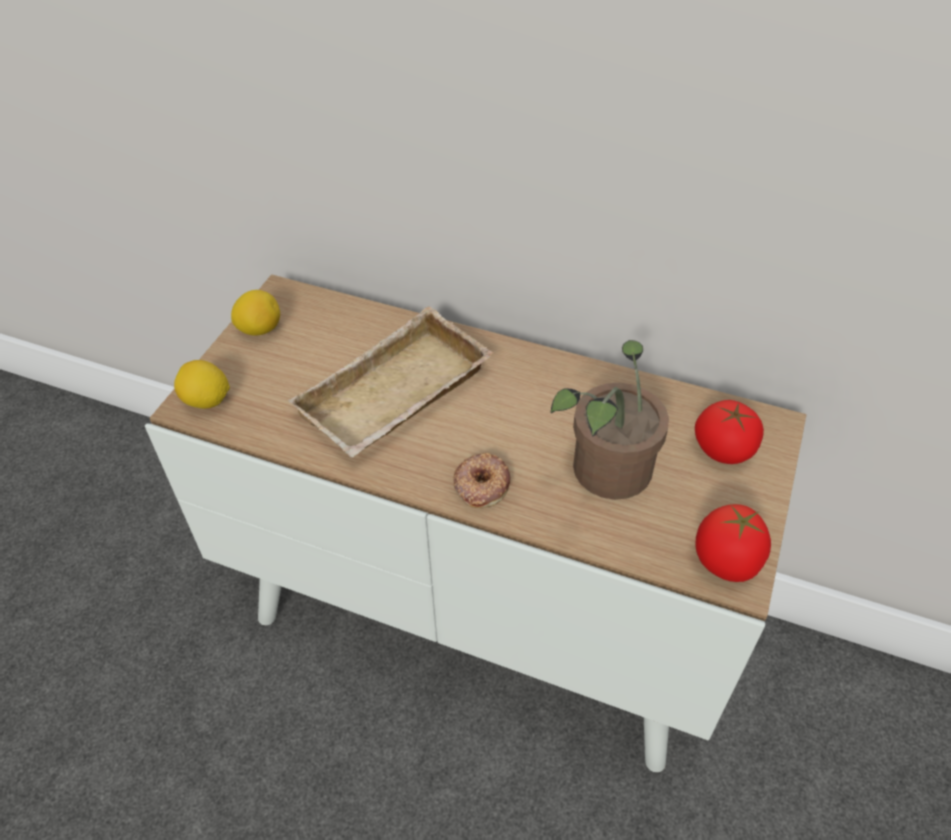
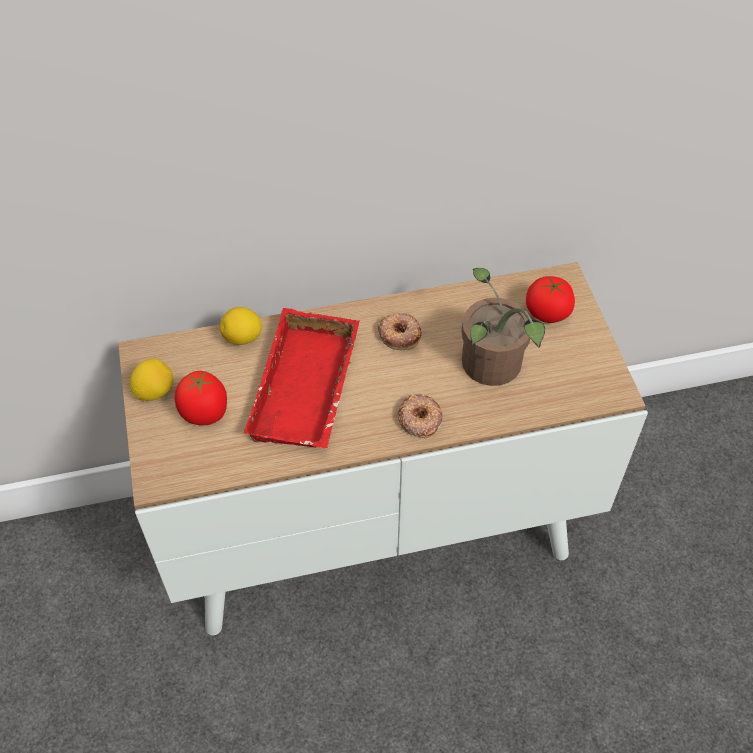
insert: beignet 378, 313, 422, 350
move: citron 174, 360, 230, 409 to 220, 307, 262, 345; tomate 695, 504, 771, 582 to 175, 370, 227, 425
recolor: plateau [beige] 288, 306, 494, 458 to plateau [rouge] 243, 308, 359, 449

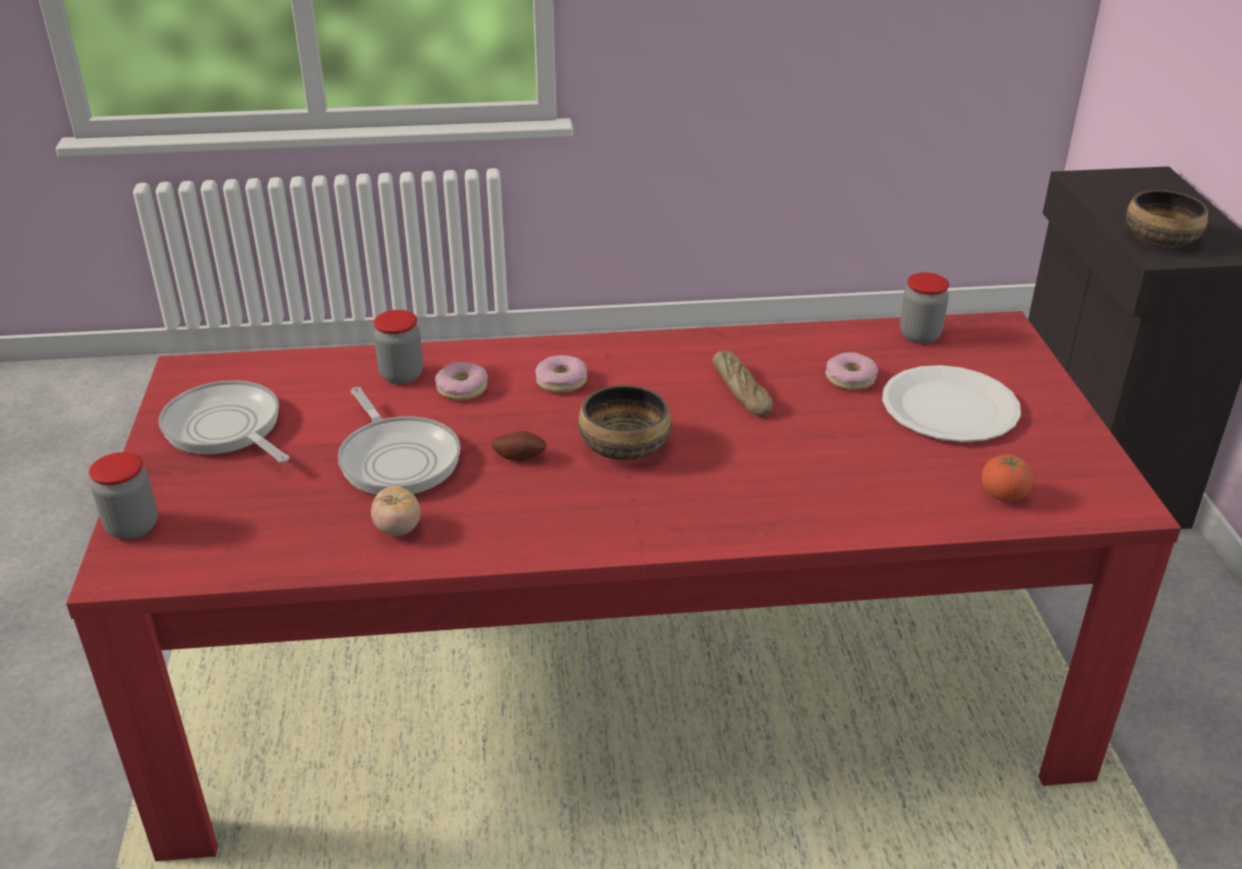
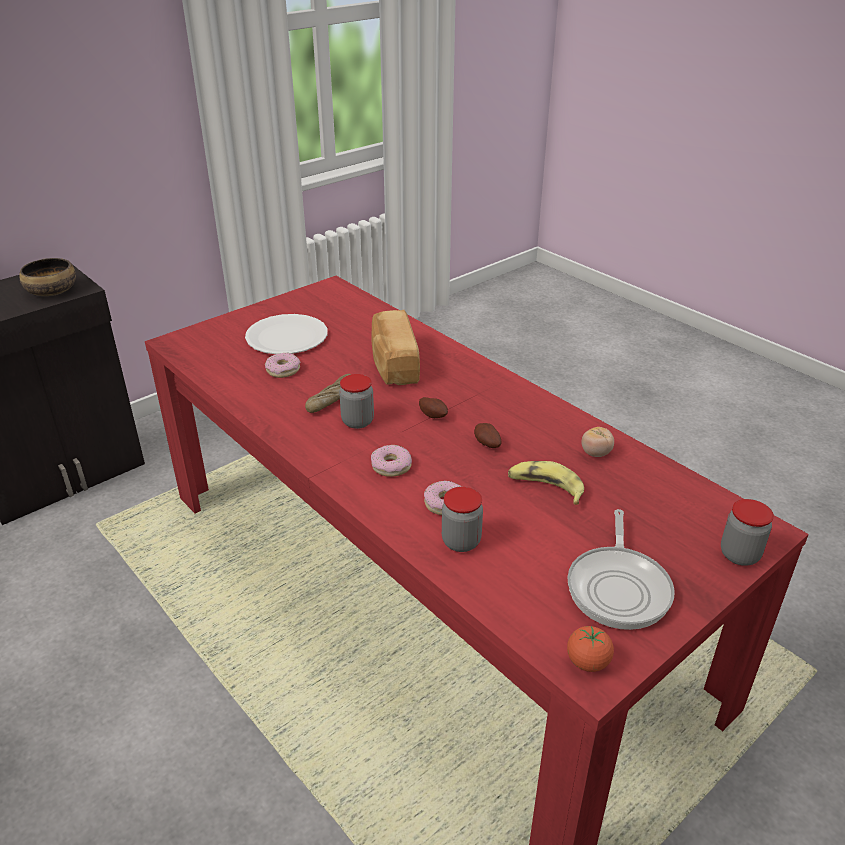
insert: pain 372, 310, 420, 385
move: bocal 900, 272, 949, 344 to 339, 374, 374, 429; tomate 981, 453, 1034, 502 to 567, 626, 614, 672
replace: poêle 338, 387, 460, 495 to banane 508, 461, 584, 505; bol 578, 385, 671, 461 to pomme de terre 419, 397, 448, 418

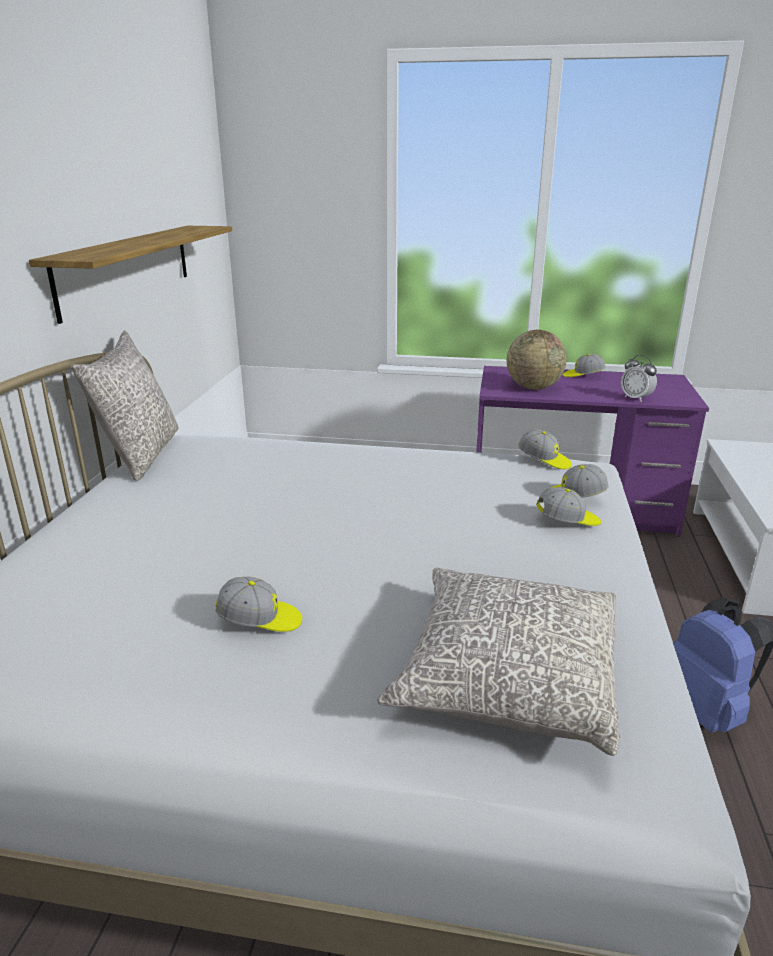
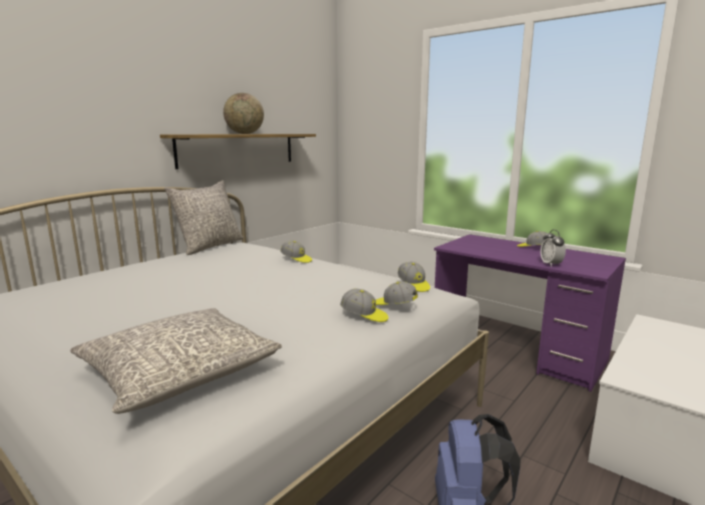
move: casquette 216, 577, 302, 632 to 280, 240, 312, 263; globe 507, 330, 567, 390 to 223, 93, 264, 134

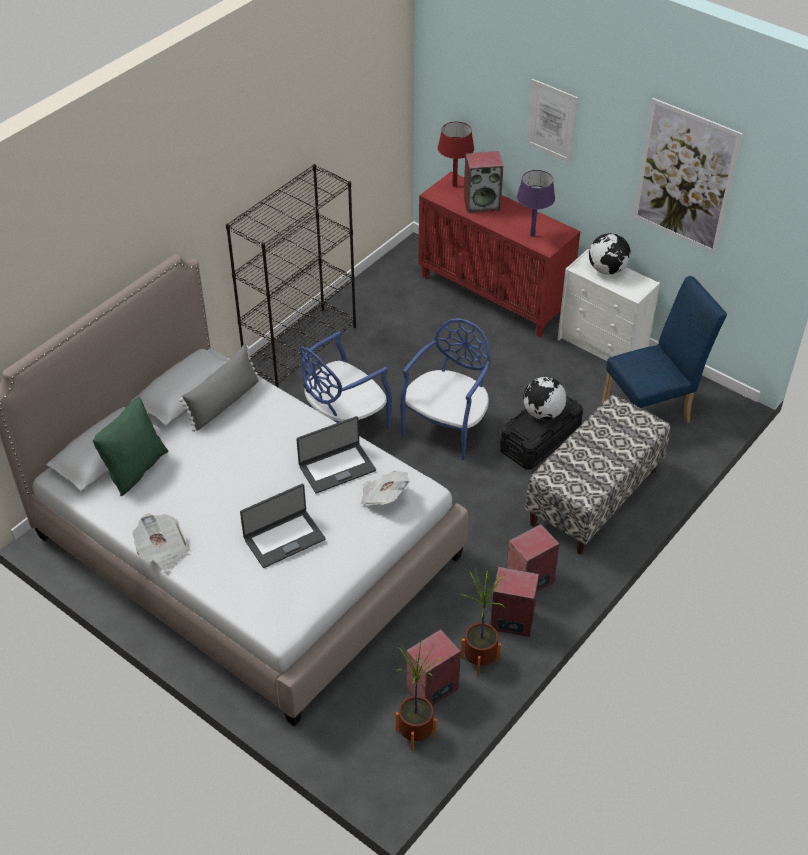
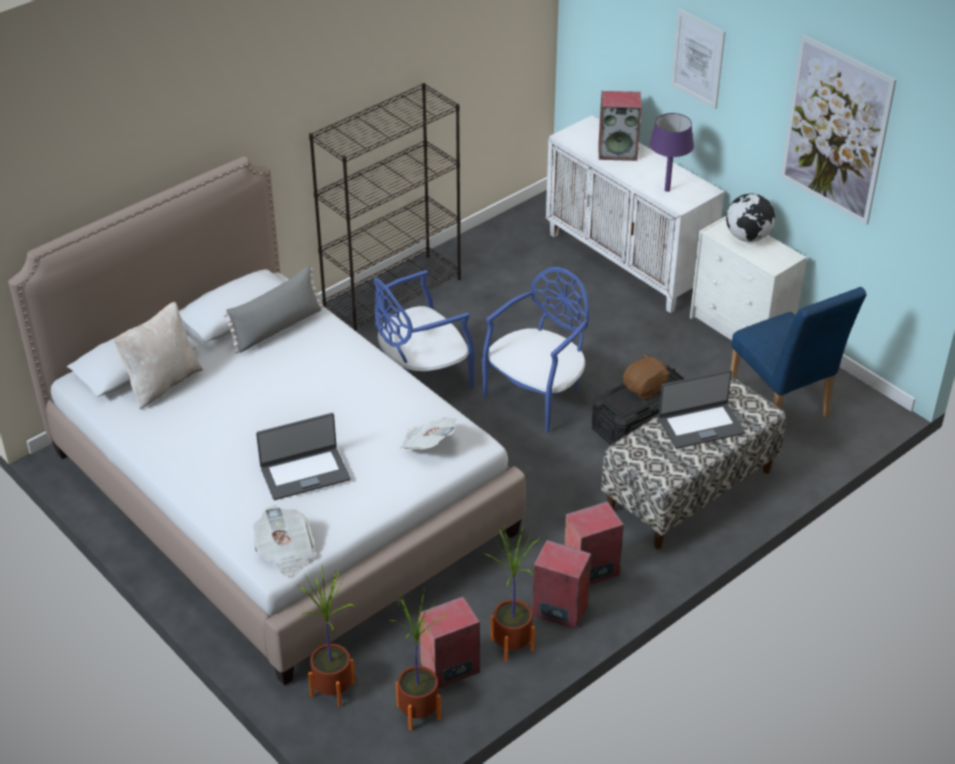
delete: lampe de table [rouge] 438, 122, 474, 187
insert: plante en pot 298, 566, 356, 707
move: journal 132, 513, 189, 572 to 253, 506, 315, 576; ordinateur portable 296, 416, 376, 493 to 658, 370, 745, 449
replace: globe 523, 377, 566, 420 to peluche [marron] 623, 353, 670, 401
recolor: coussin [vert] 92, 397, 168, 496 to coussin [beige] 113, 302, 203, 409; meuble de rangement [rouge] 419, 172, 580, 337 to meuble de rangement [blanc] 546, 115, 724, 313
rotate: chaise [bleu] 601, 276, 727, 423 = 730, 287, 867, 418 75 degrees clockwise

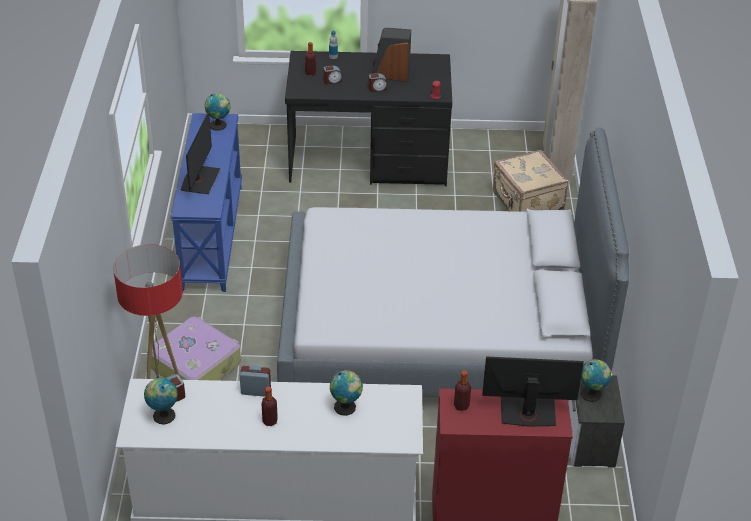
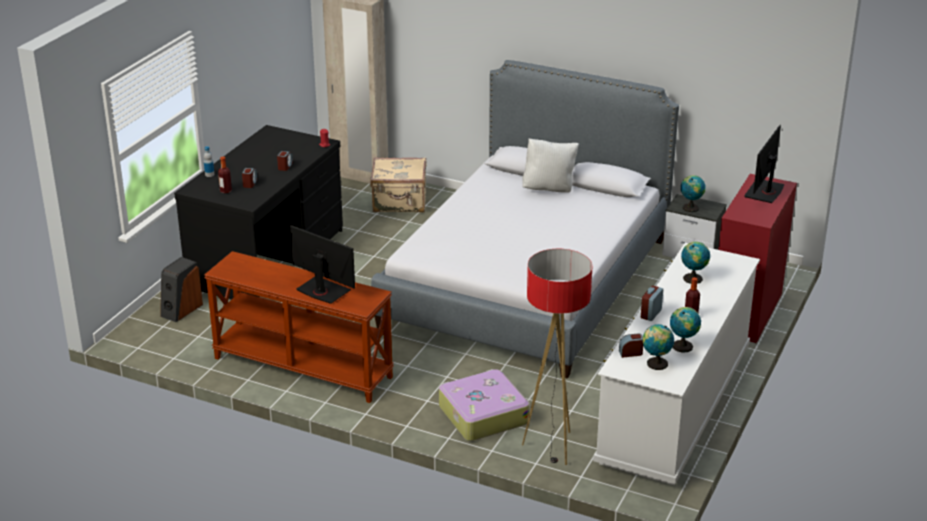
delete: bouteille 454, 370, 471, 411
insert: coussin [blanc] 522, 138, 579, 193
move: globe 205, 93, 230, 131 to 670, 307, 701, 353; enceinte 372, 28, 411, 82 to 160, 257, 203, 322
recolor: table console [bleu] 171, 113, 242, 292 to table console [marron] 204, 251, 394, 403

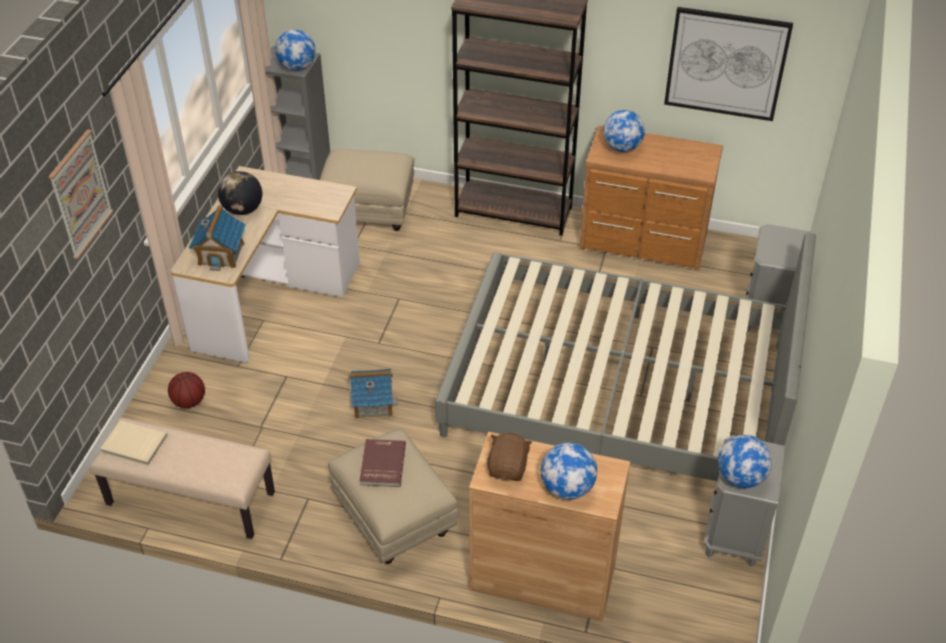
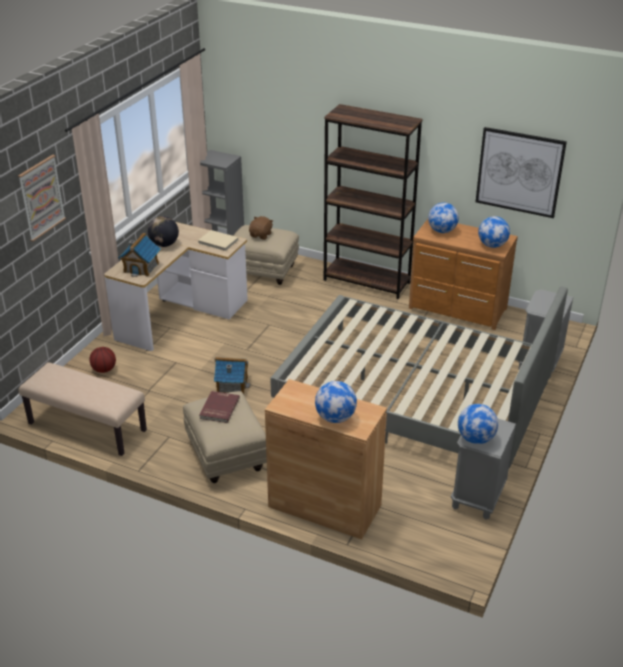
move: livre [beige] 100, 420, 168, 466 to 198, 230, 239, 251; globe 275, 29, 315, 71 to 478, 216, 510, 248; peluche [marron] 487, 433, 532, 481 to 249, 216, 273, 240

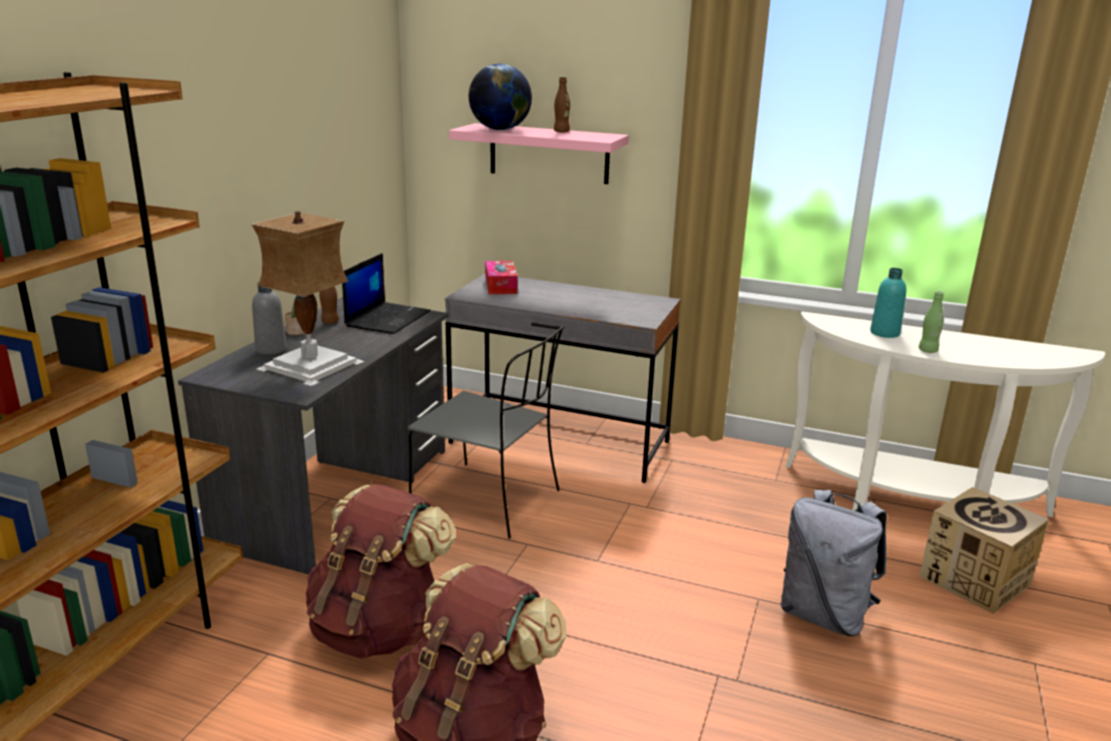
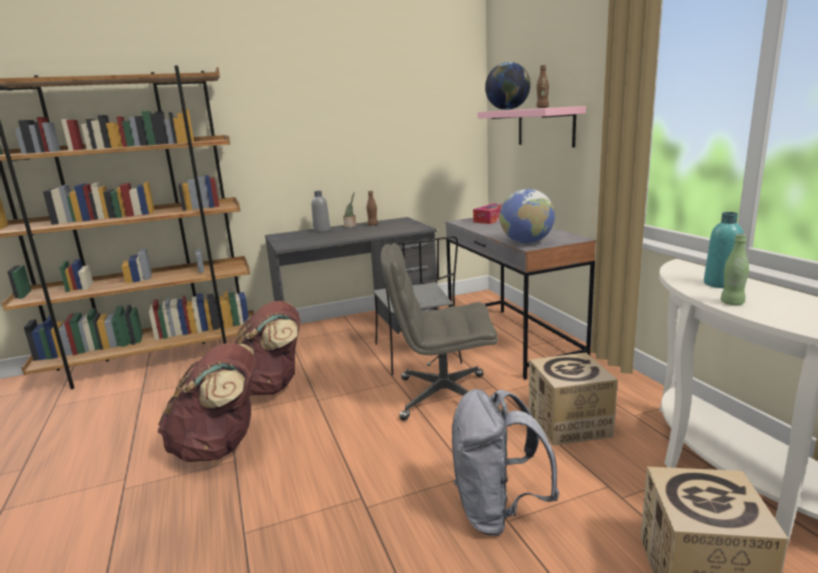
delete: lampe de table 251, 211, 364, 387; ordinateur portable 342, 253, 431, 334
insert: chaise de bureau [gris] 381, 243, 498, 421; globe 499, 189, 555, 244; carton 529, 353, 618, 446

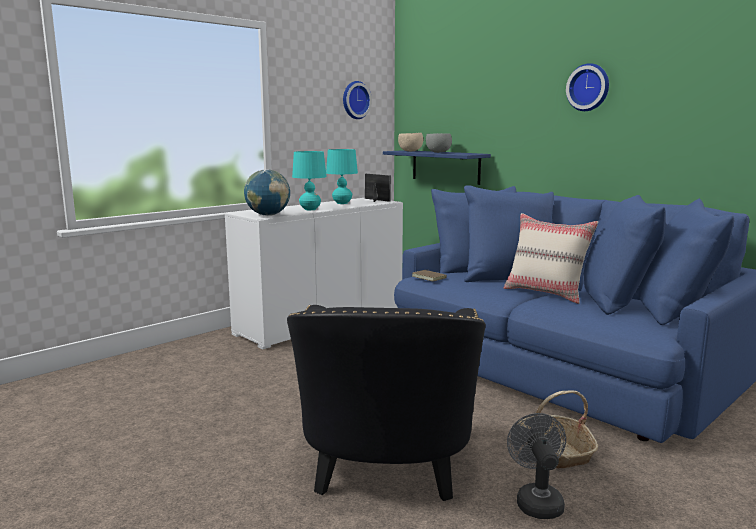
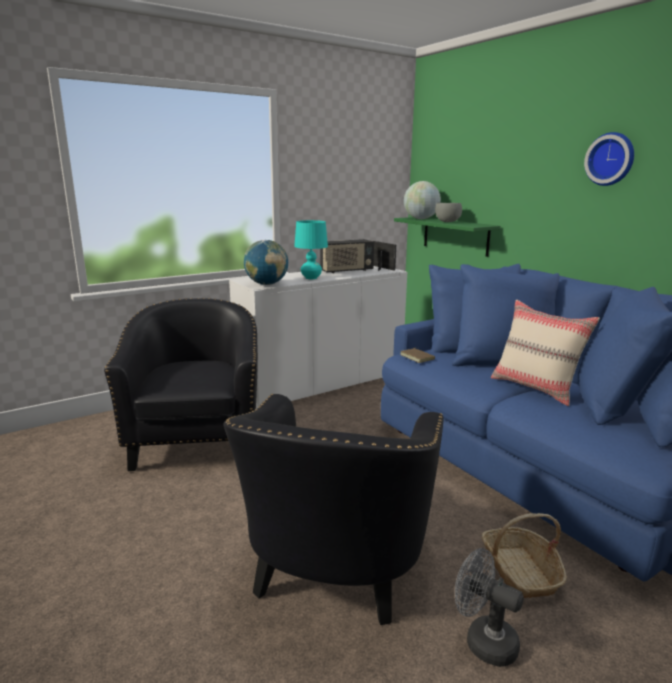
delete: horloge murale 343, 81, 372, 119
insert: fauteuil [noir] 104, 298, 258, 471
replace: lampe de table [turquoise] 326, 149, 358, 204 to radio 320, 239, 374, 273; bol [beige] 398, 133, 423, 151 to globe 404, 181, 441, 219
recolor: étagère [bleu] 383, 150, 491, 185 to étagère [vert] 394, 217, 501, 257
rotate: ventilateur [gris] 507, 413, 566, 519 = 455, 548, 524, 667 60 degrees counterclockwise

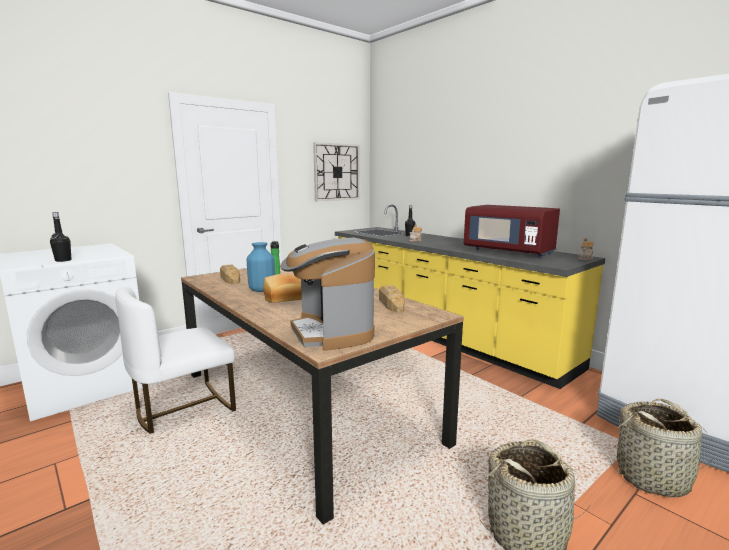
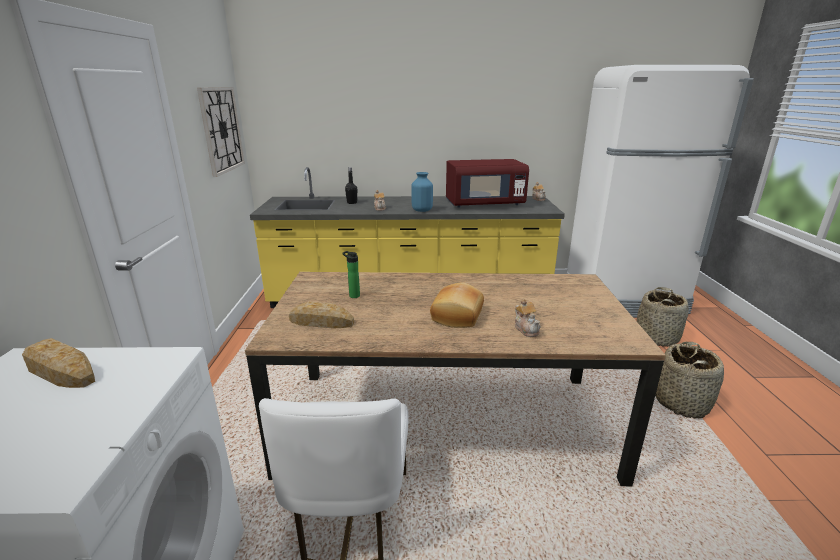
delete: bouteille [noir] 50, 212, 71, 262; machine à café 280, 238, 375, 351
insert: théière 515, 299, 541, 337
move: vase [bleu] 247, 242, 275, 292 to 411, 172, 433, 212; pain 379, 285, 404, 313 to 22, 338, 95, 388

